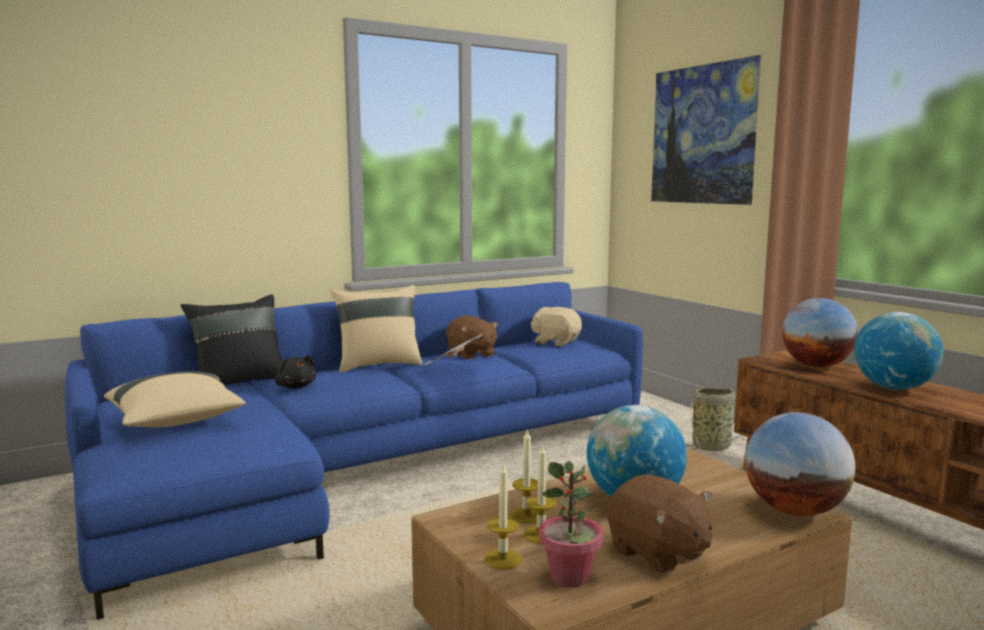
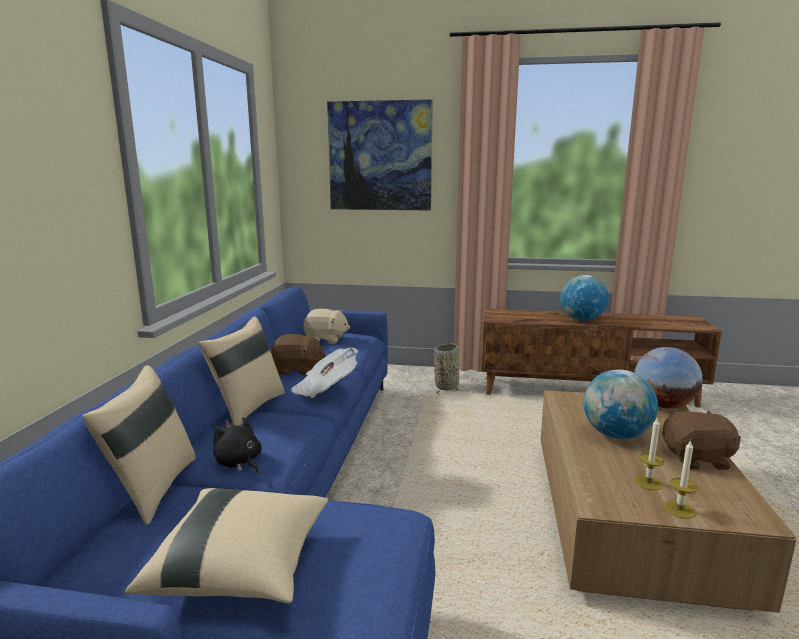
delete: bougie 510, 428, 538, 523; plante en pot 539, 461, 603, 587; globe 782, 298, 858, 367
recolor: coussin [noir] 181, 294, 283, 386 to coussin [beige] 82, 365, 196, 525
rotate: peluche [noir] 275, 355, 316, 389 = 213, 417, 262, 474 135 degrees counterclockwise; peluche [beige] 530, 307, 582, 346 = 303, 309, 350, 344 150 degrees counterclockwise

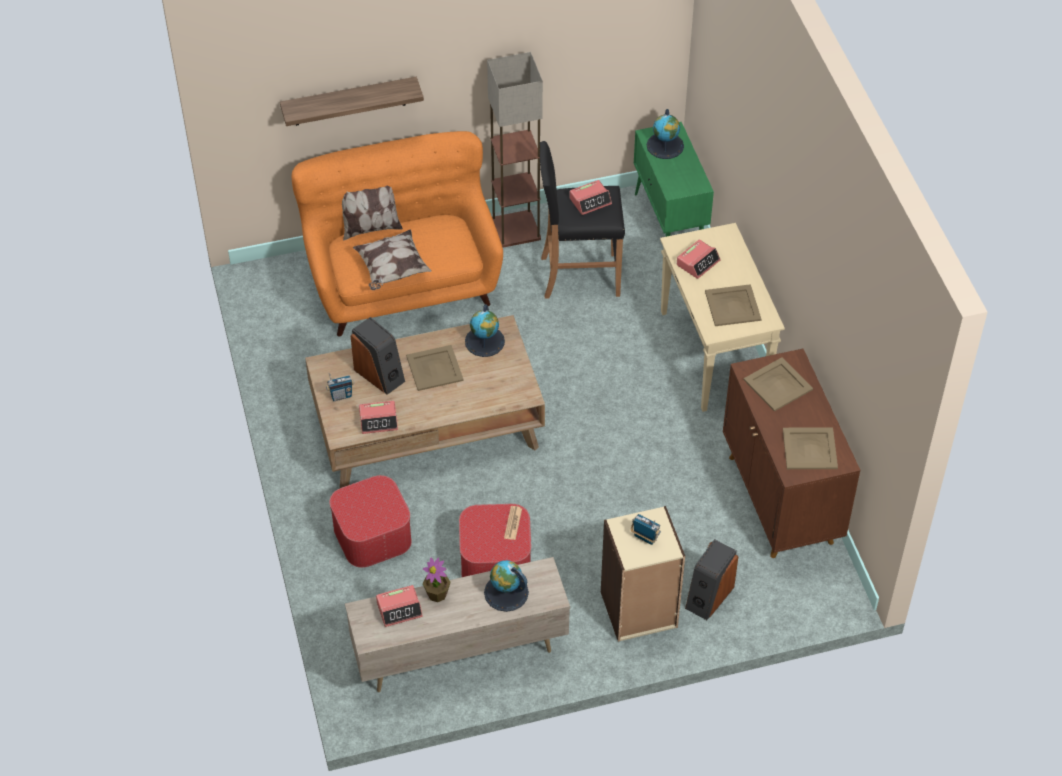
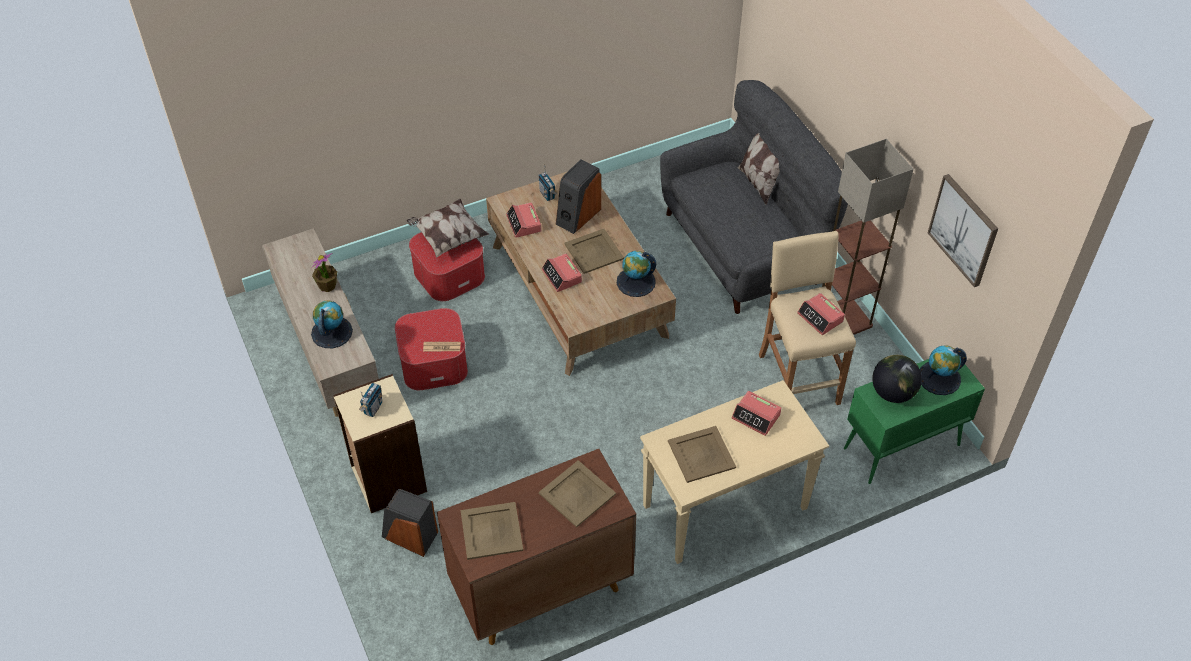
delete: étagère 280, 77, 424, 126
insert: globe 872, 355, 922, 403; tableau 928, 174, 998, 287
move: coussin 353, 229, 431, 290 to 407, 199, 489, 258; réveil 376, 585, 423, 627 to 542, 254, 582, 292
recolor: canapé [orange] 292, 131, 503, 337 to canapé [gris] 660, 80, 848, 314; tabouret [noir] 539, 141, 625, 299 to tabouret [beige] 759, 231, 856, 405

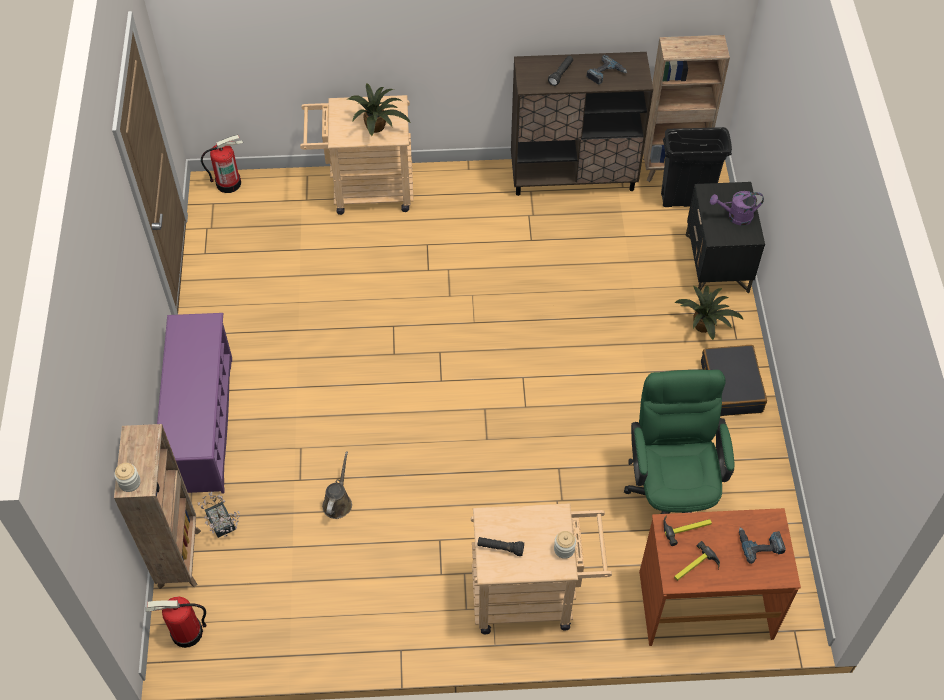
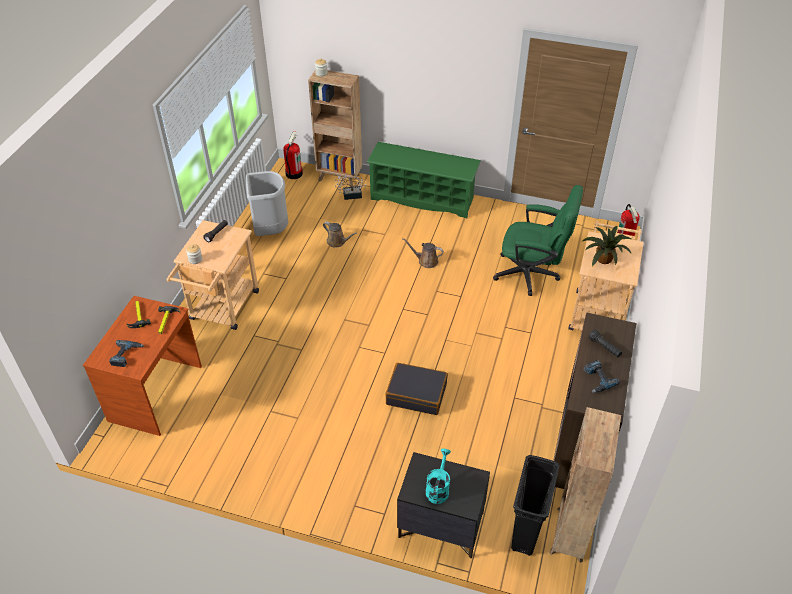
delete: plante en pot 674, 286, 744, 340
insert: poubelle [gris] 246, 171, 288, 236; arrosoir [marron] 402, 238, 444, 268
move: chaise de bureau [vert] 624, 370, 734, 514 to 493, 185, 583, 296; valise [noir] 701, 345, 767, 416 to 386, 363, 448, 415
recolor: étagère à chaussures [violet] 157, 313, 232, 494 to étagère à chaussures [vert] 367, 142, 481, 218; arrosoir [violet] 710, 191, 764, 226 to arrosoir [turquoise] 425, 448, 451, 504

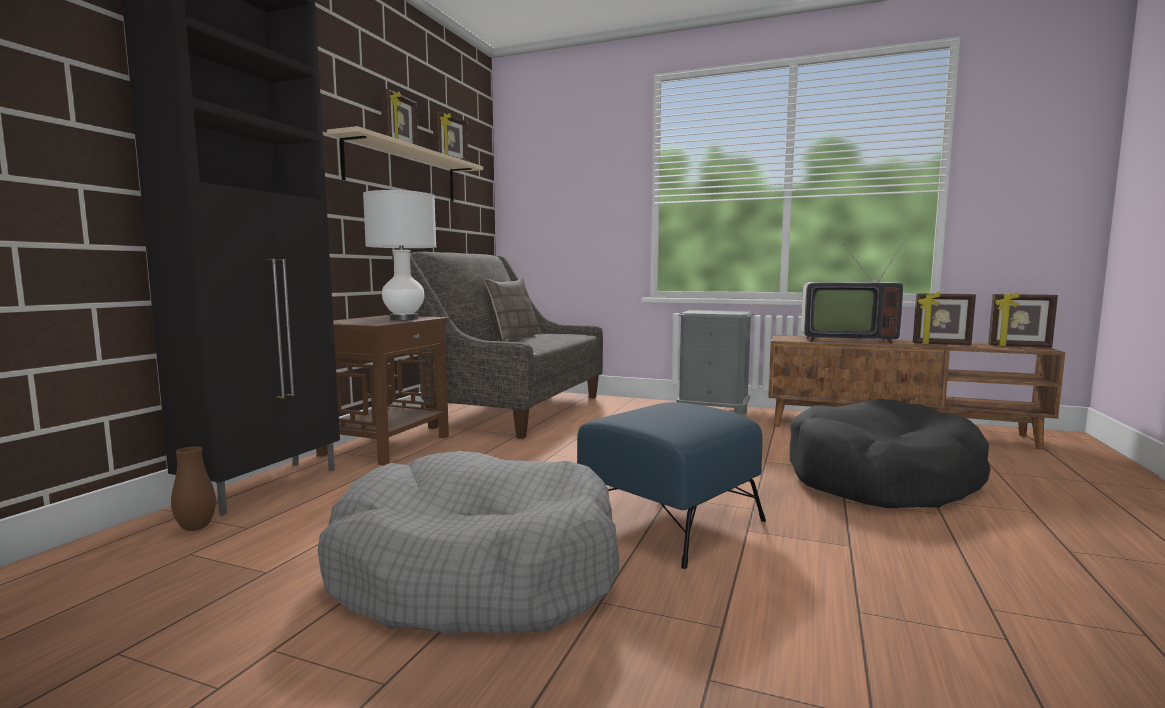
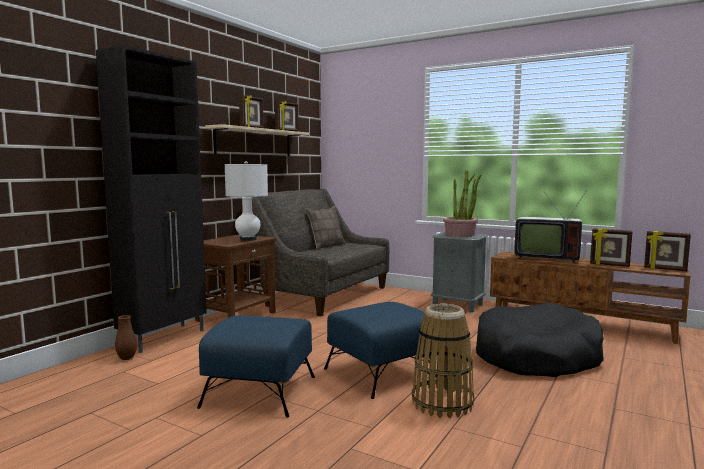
insert: panier 412, 304, 475, 418; plante en pot 443, 170, 481, 237
replace: panier pour chien [gris] 318, 451, 619, 633 to pouf [bleu] 197, 315, 315, 418

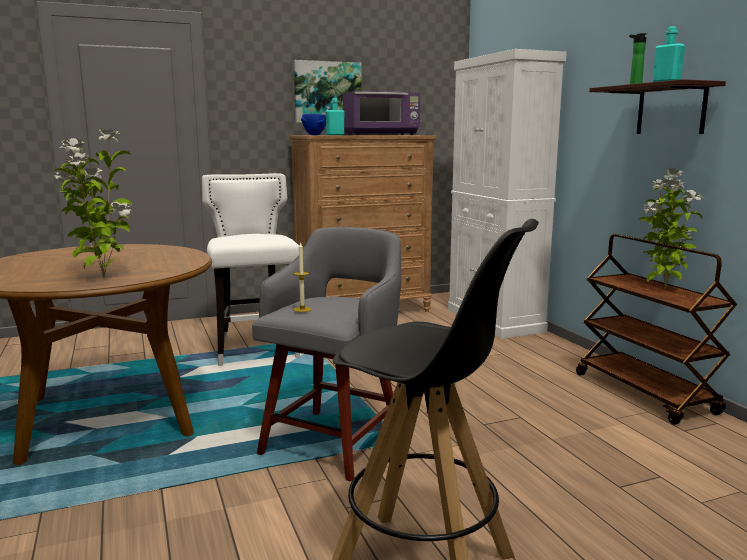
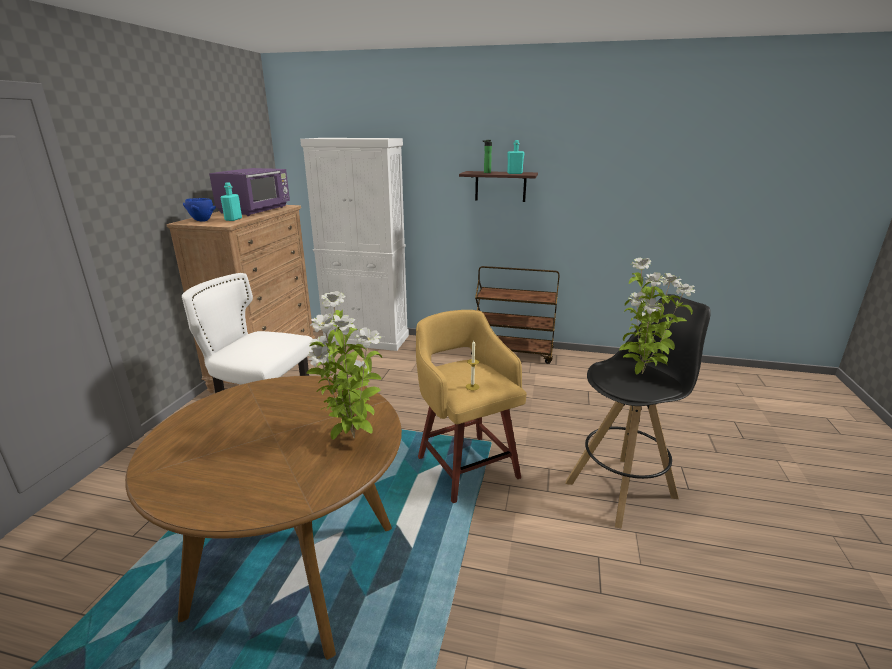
delete: tableau 294, 60, 362, 123
move: plante en pot 639, 168, 703, 289 to 619, 258, 695, 374
recolor: tabouret [gris] 252, 227, 401, 482 to tabouret [jaune] 416, 310, 527, 503

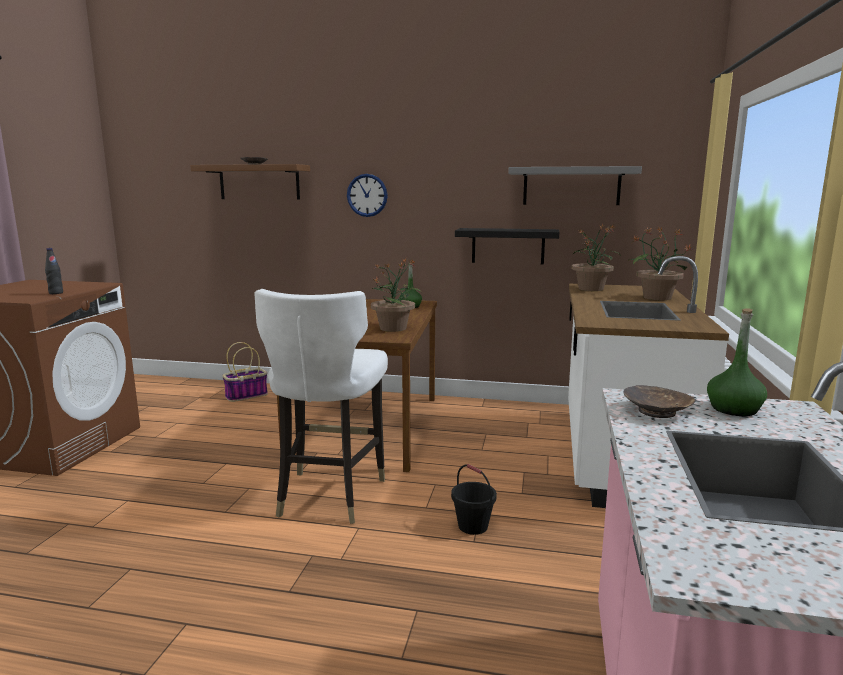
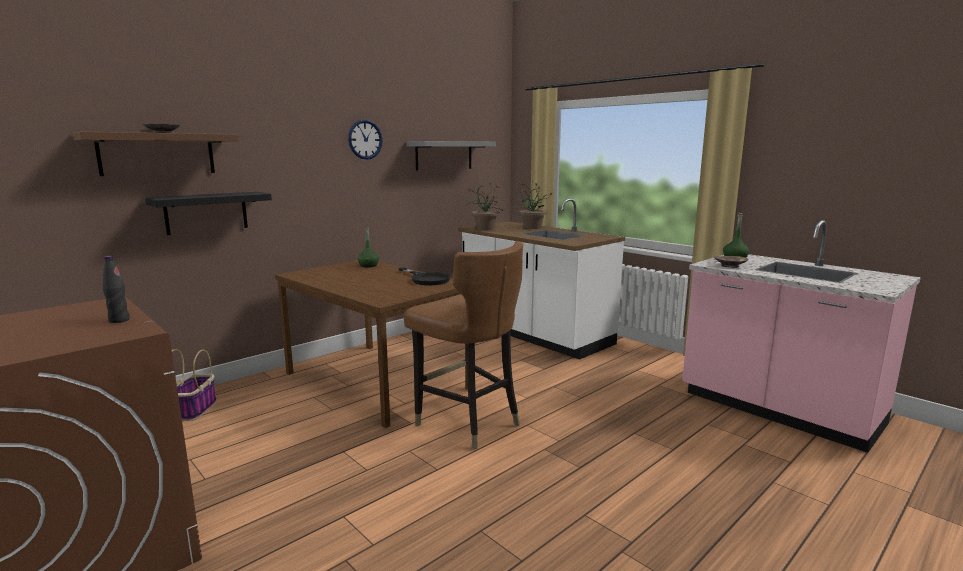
delete: seau [noir] 451, 464, 497, 535
move: horloge murale 347, 174, 388, 217 to 348, 120, 383, 160; étagère [noir] 455, 228, 559, 265 to 145, 192, 272, 235
replace: plante en pot 371, 258, 422, 332 to poêle [noir] 398, 267, 451, 285
recolor: chaise [blanc] 254, 289, 388, 524 to chaise [marron] 404, 241, 523, 450

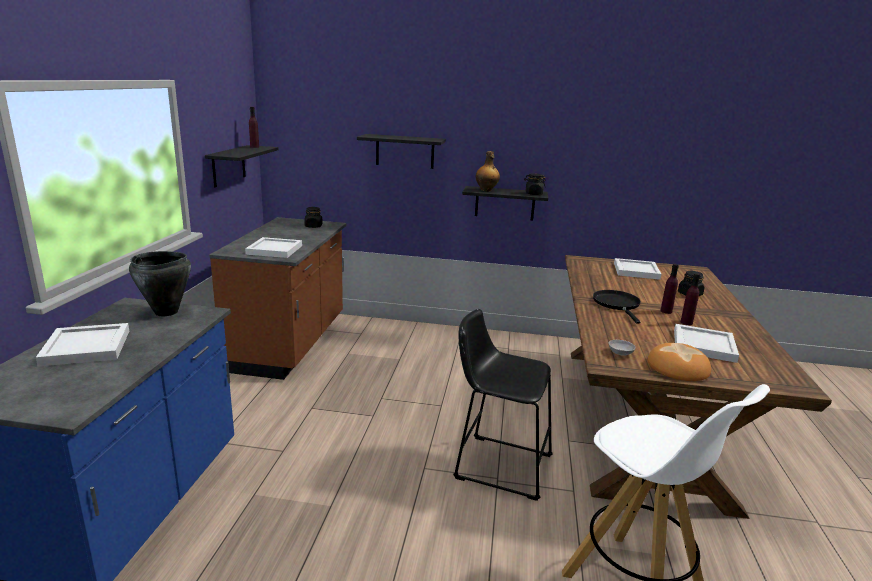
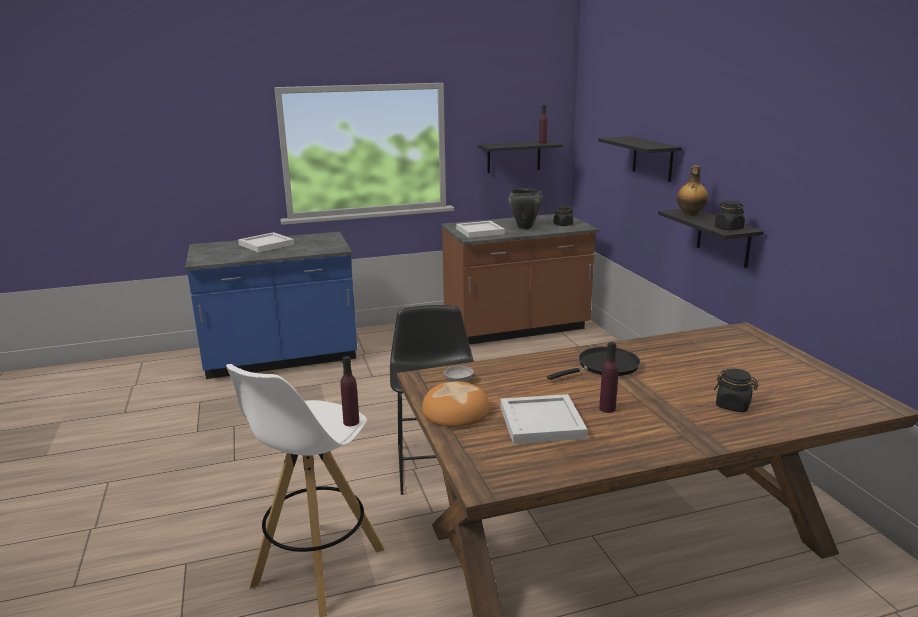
delete: plateau [blanc] 614, 258, 661, 280
move: marmite [noir] 129, 251, 191, 316 to 508, 188, 543, 229; bouteille [violet] 660, 264, 679, 314 to 341, 356, 359, 426

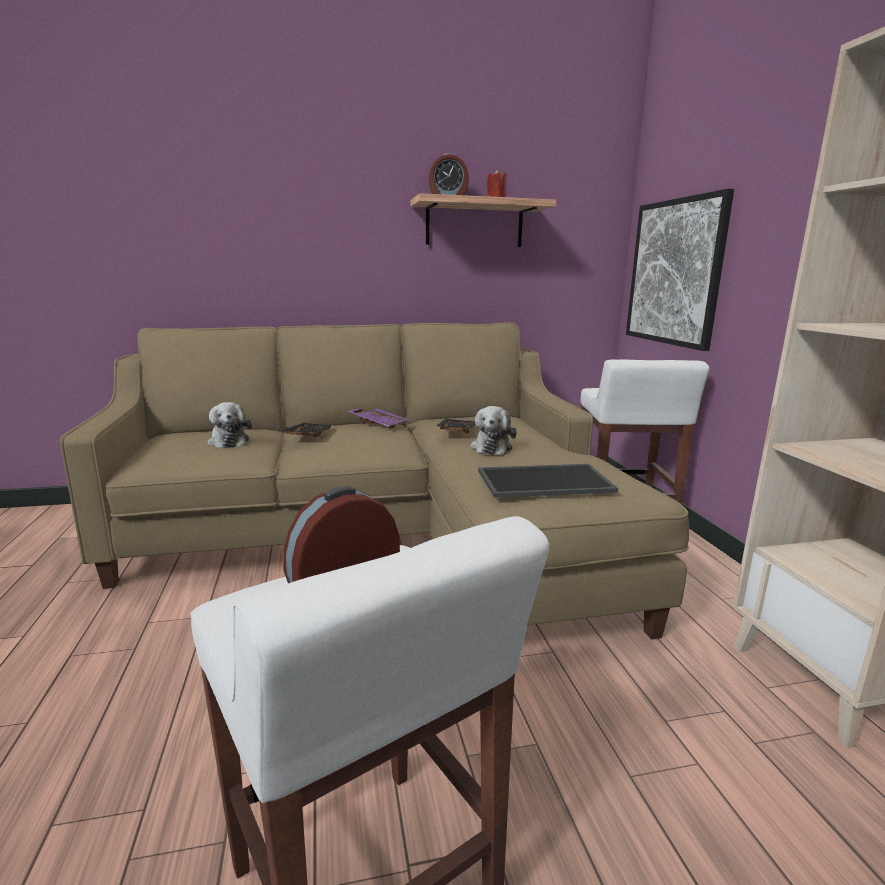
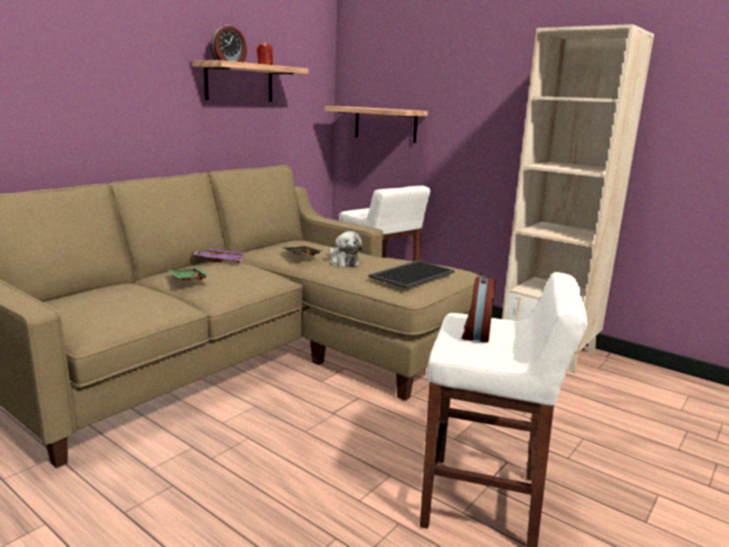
delete: peluche 207, 402, 252, 448
replace: tableau 626, 189, 734, 351 to étagère 325, 106, 428, 143
recolor: plateau [noir] 279, 422, 334, 438 to plateau [vert] 168, 268, 210, 280

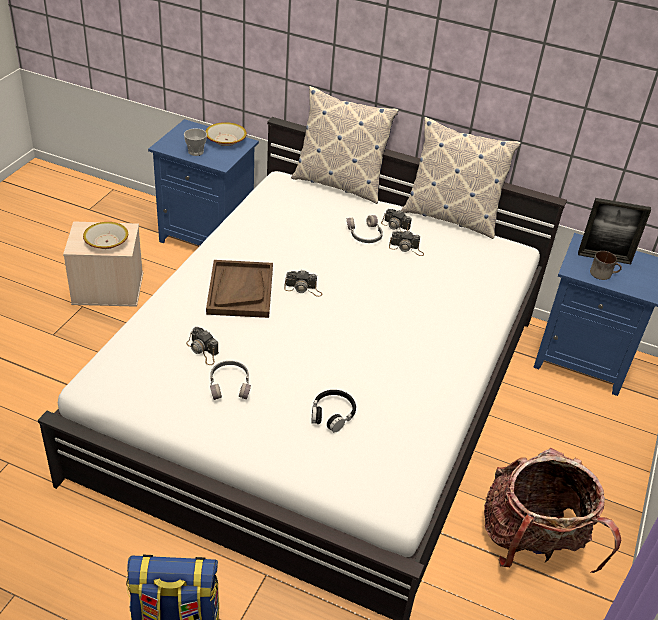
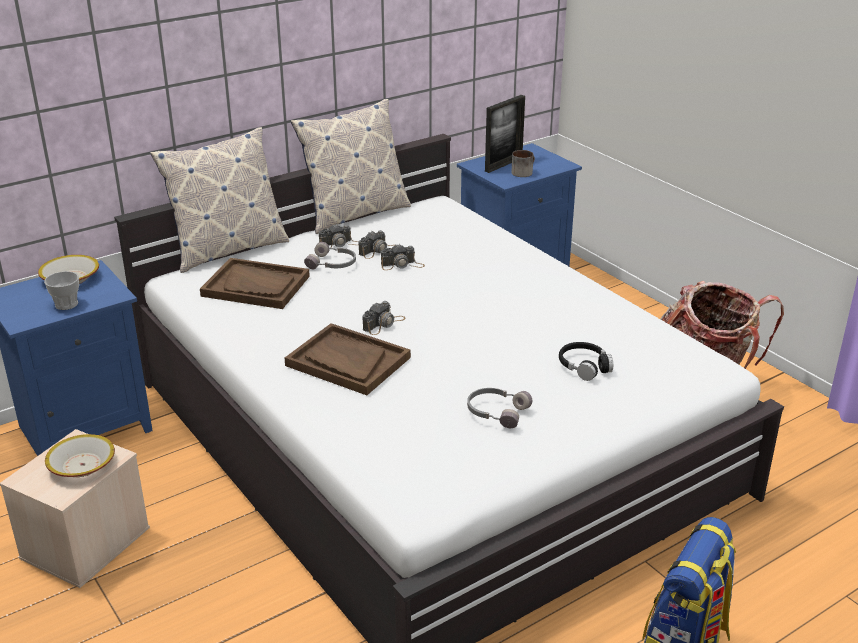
insert: plateau [marron] 200, 258, 310, 309
move: appareil photo 186, 327, 219, 365 to 381, 245, 425, 270

